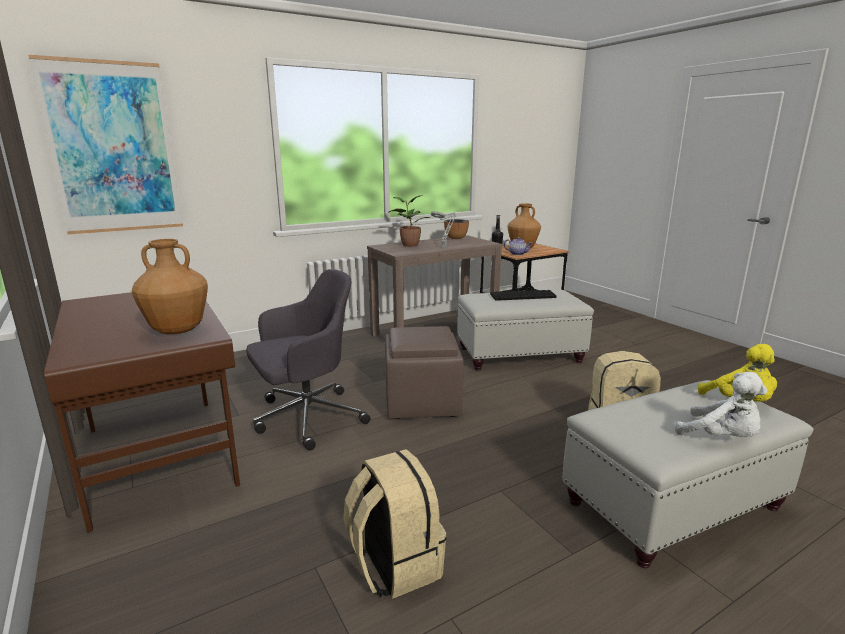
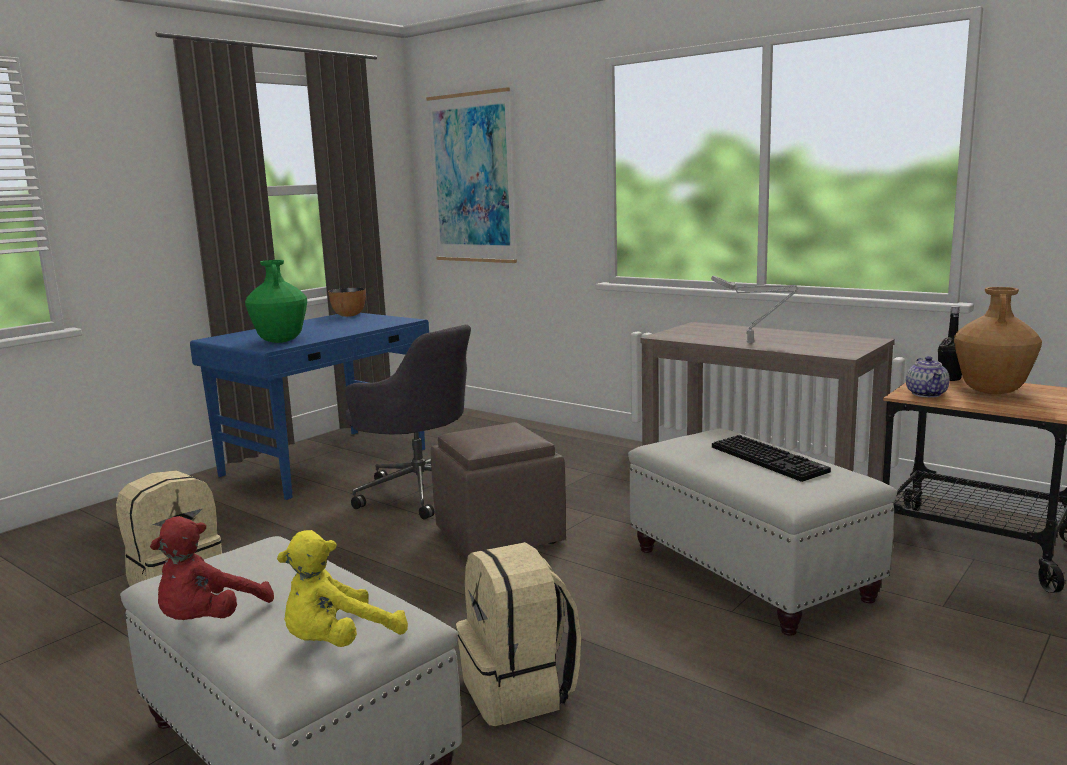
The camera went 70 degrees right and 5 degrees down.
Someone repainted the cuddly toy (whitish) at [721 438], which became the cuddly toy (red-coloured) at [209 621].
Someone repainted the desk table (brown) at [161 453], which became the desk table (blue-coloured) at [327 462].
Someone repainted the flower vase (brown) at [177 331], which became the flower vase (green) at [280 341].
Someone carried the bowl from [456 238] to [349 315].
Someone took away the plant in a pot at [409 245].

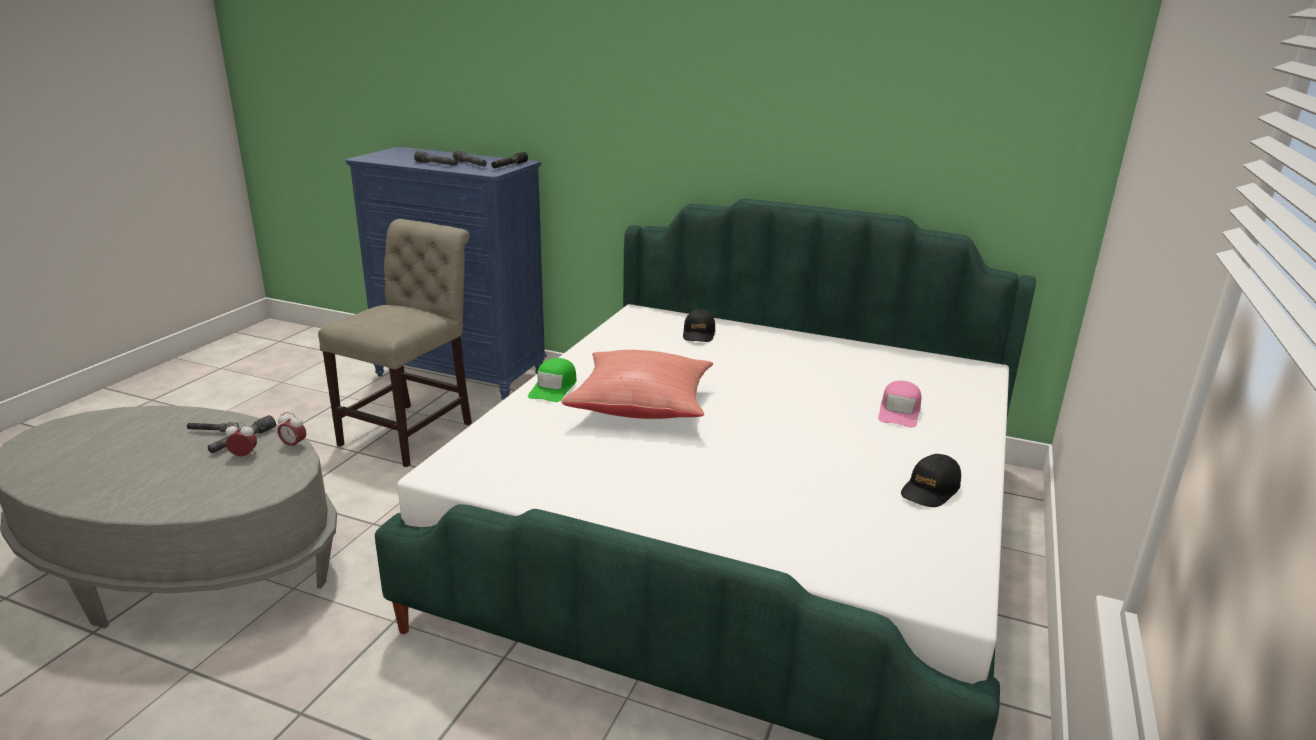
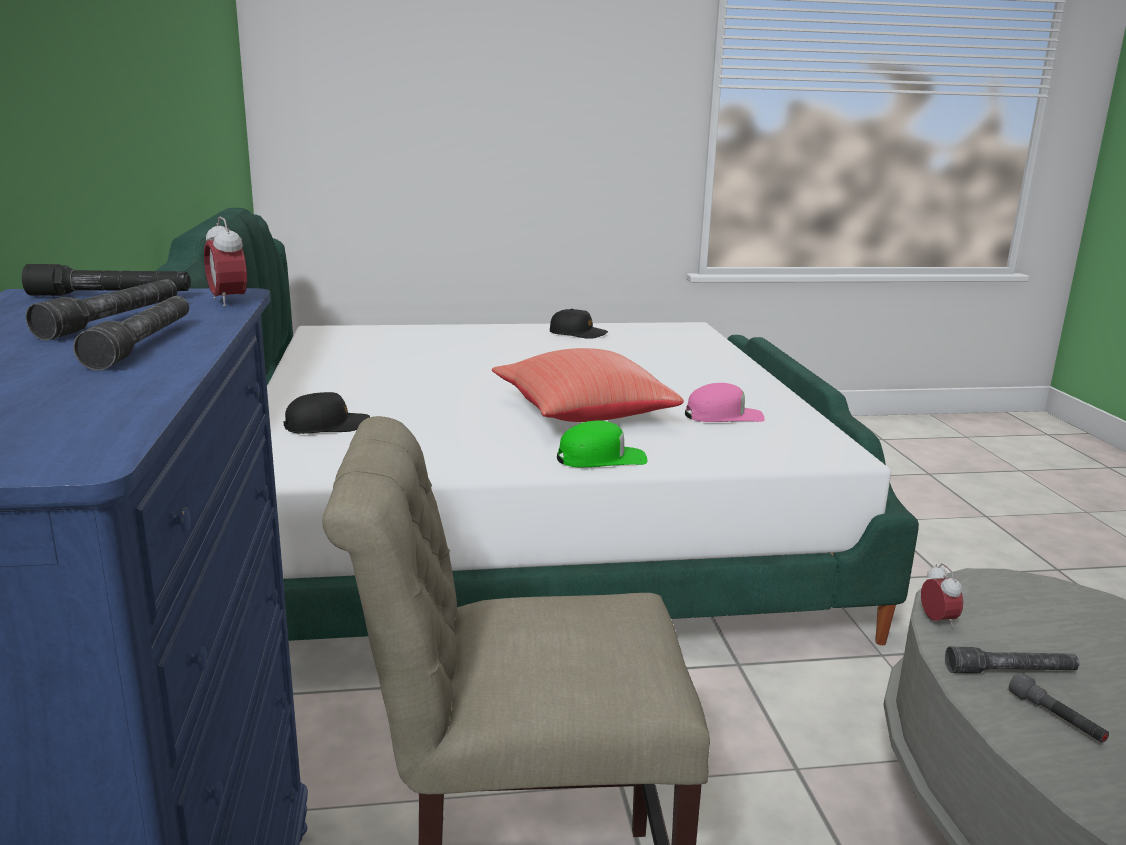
The camera went 120 degrees left and 5 degrees down.
Someone carried the bedside clock from [244 456] to [228 301].
Someone carried the baseball cap (pinkish) from [899 411] to [723 416].

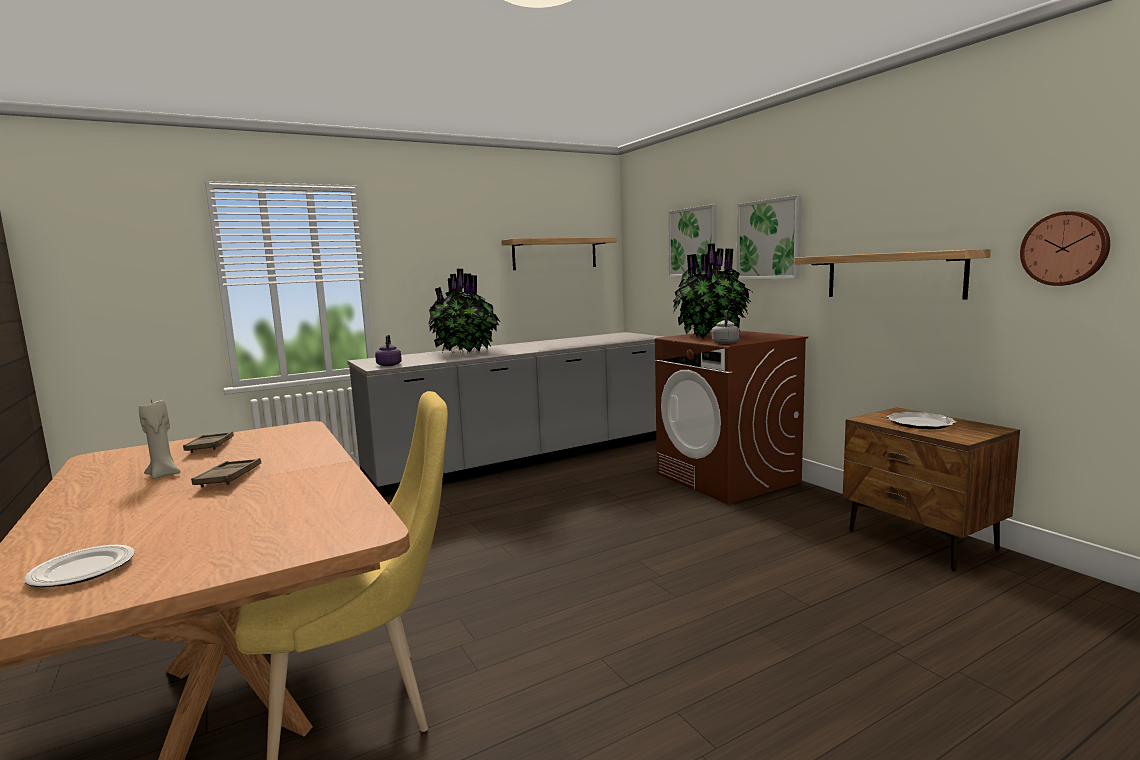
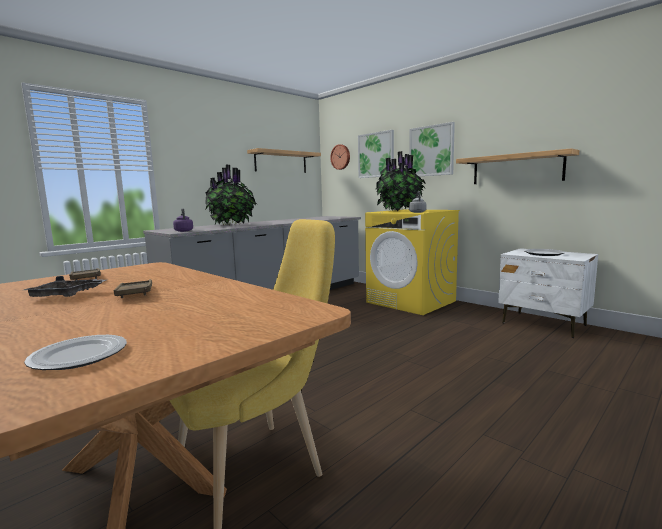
The camera went 15 degrees left and 0 degrees up.
Someone swapped the wax candle (beige) at [164 475] for the tray (grey) at [67 295].
Someone carried the hanging clock from [1065 248] to [341 157].
Someone repainted the washing machine (brown) at [727 478], which became the washing machine (yellow) at [411 302].
Someone repainted the bedside table (brown) at [921 540], which became the bedside table (whitish) at [544 324].

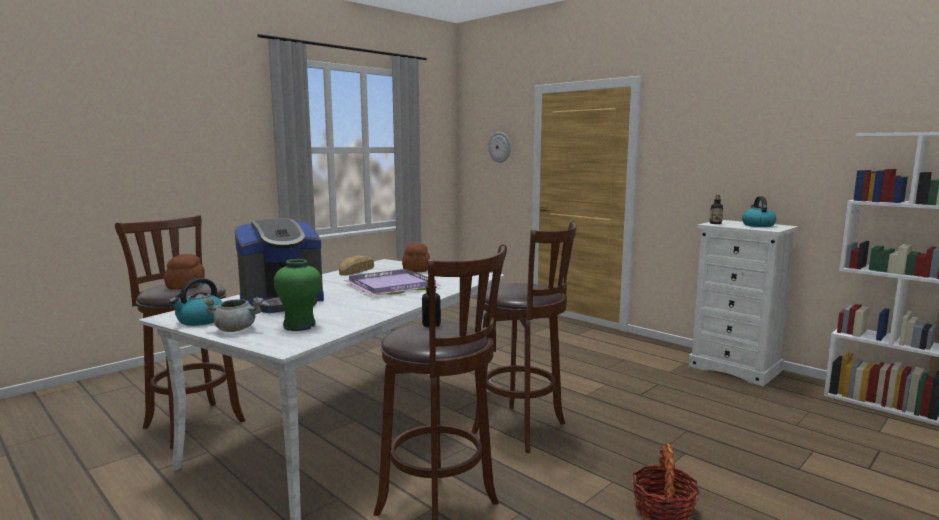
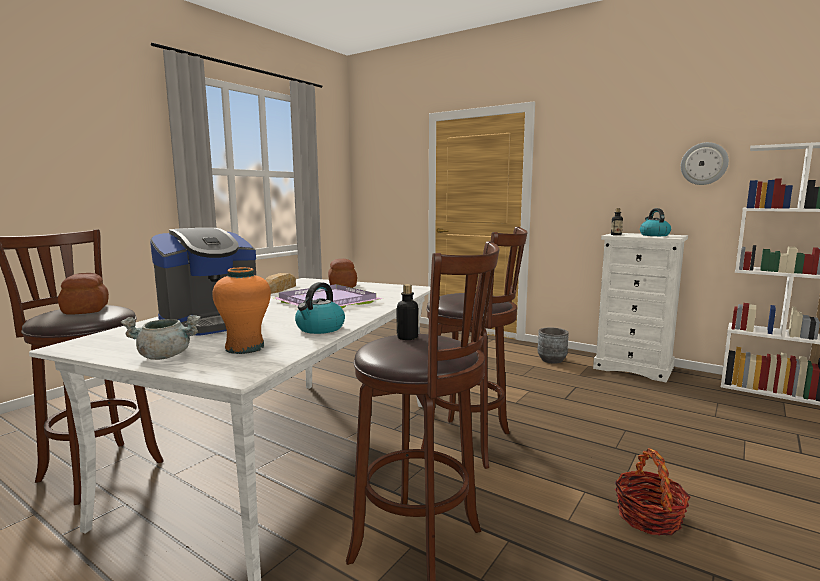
The camera went 10 degrees left and 0 degrees up.
Someone repainted the flower vase (green) at [299 326], which became the flower vase (orange) at [245 347].
Someone carried the kettle from [200 320] to [320 329].
Someone put down the flower pot (grey) at [552 360].
Someone carried the hanging clock from [500 147] to [704 163].

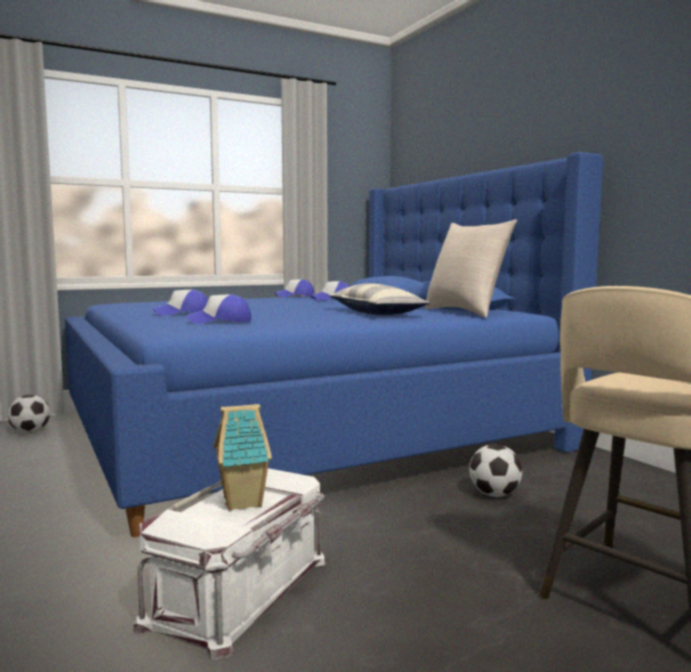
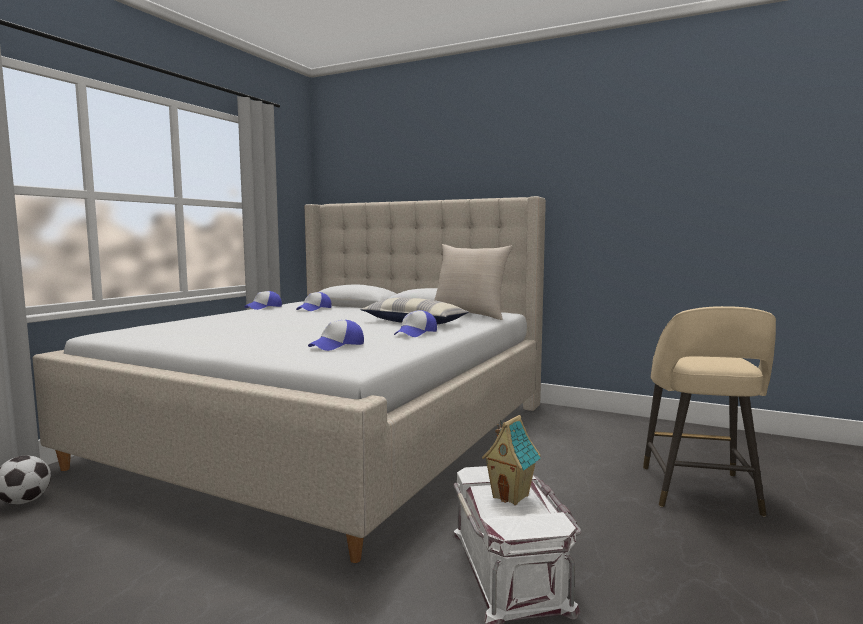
The camera went 35 degrees left and 0 degrees up.
Someone repainted the bedroom bed (blue-coloured) at [308 431], which became the bedroom bed (beige) at [335 432].
Someone carried the baseball cap from [183 313] to [415 333].
Someone took away the football at [494 495].

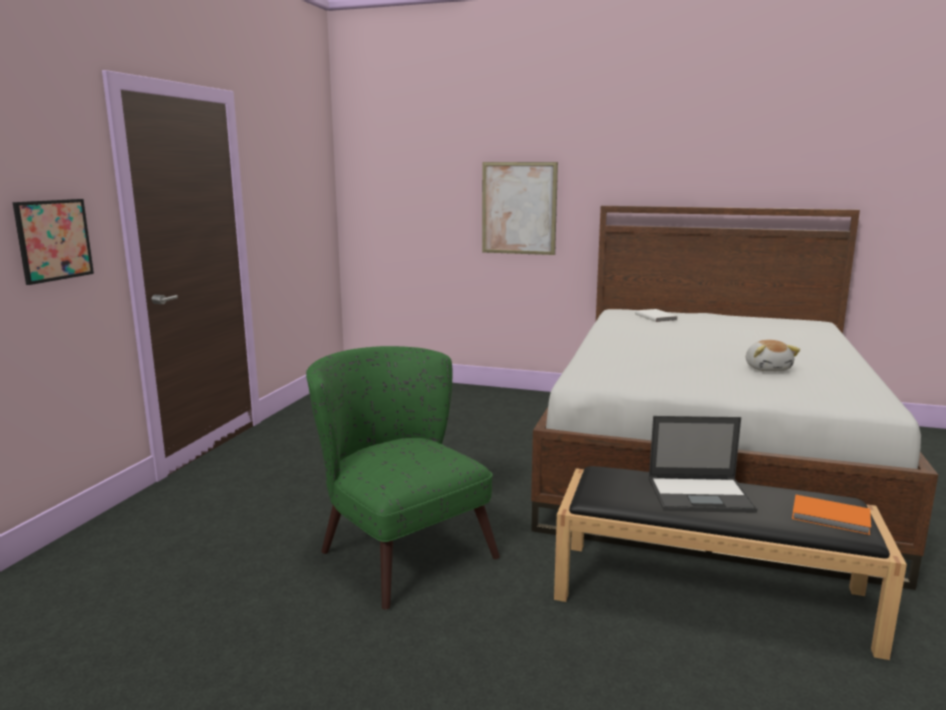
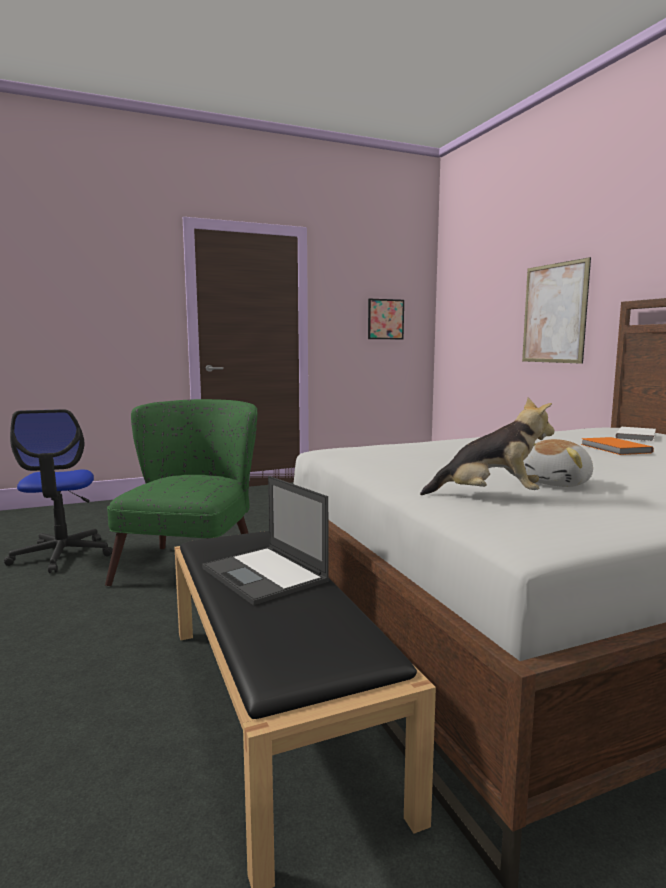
The camera went 50 degrees right and 5 degrees down.
Someone put down the computer chair at [62 555].
Someone carried the picture from [54 240] to [385 319].
Someone put down the cuddly toy at [489 497].
Someone carried the book (orange) from [831 518] to [614 449].

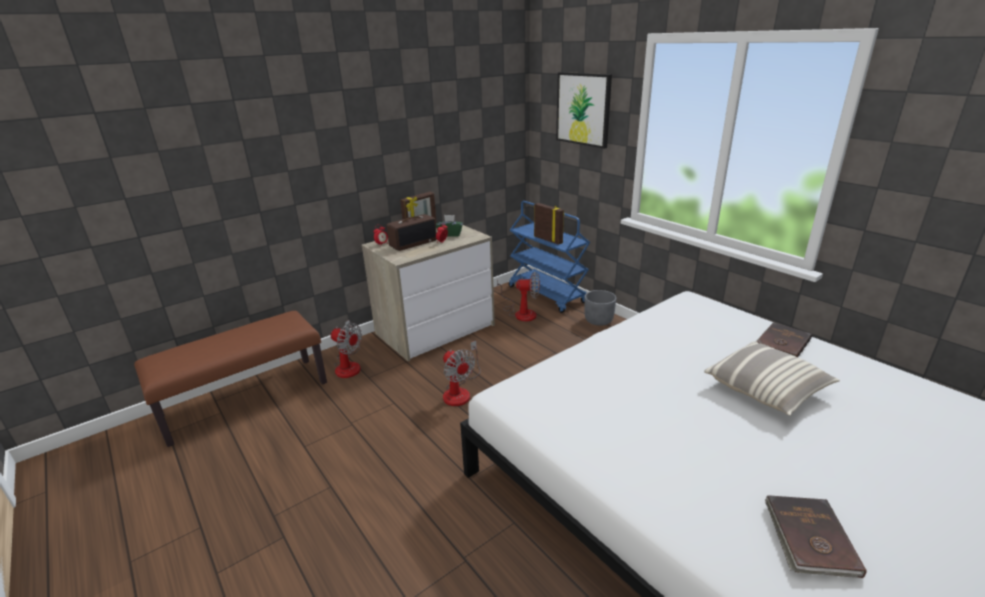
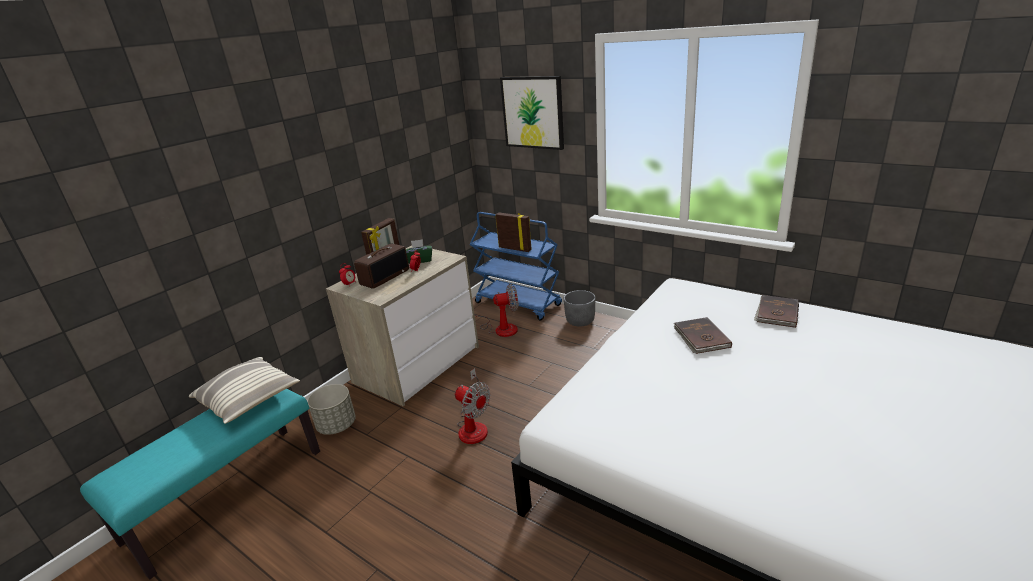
The camera went 15 degrees left and 0 degrees up.
Someone repainted the bench (brown) at [246 398], which became the bench (blue-green) at [227 494].
Someone carried the pillow from [766 389] to [249 400].
Someone swapped the fan at [349 365] for the flower pot (grey) at [337 425].
Someone carried the book (brown) from [809 538] to [701 338].

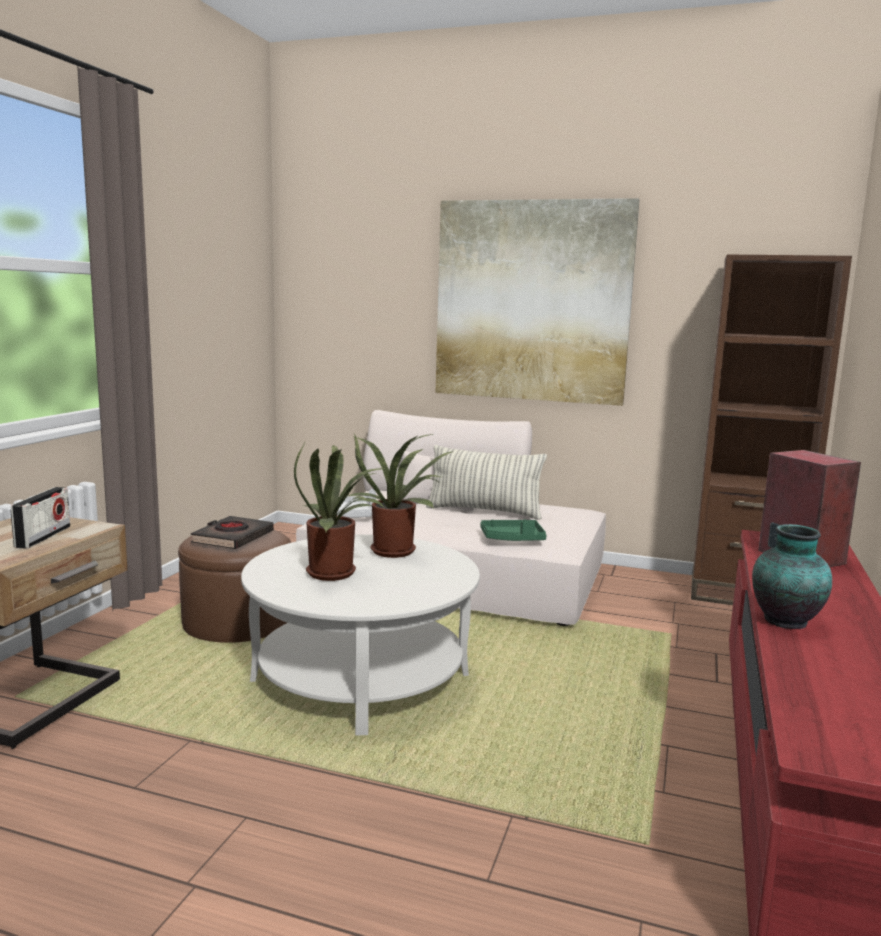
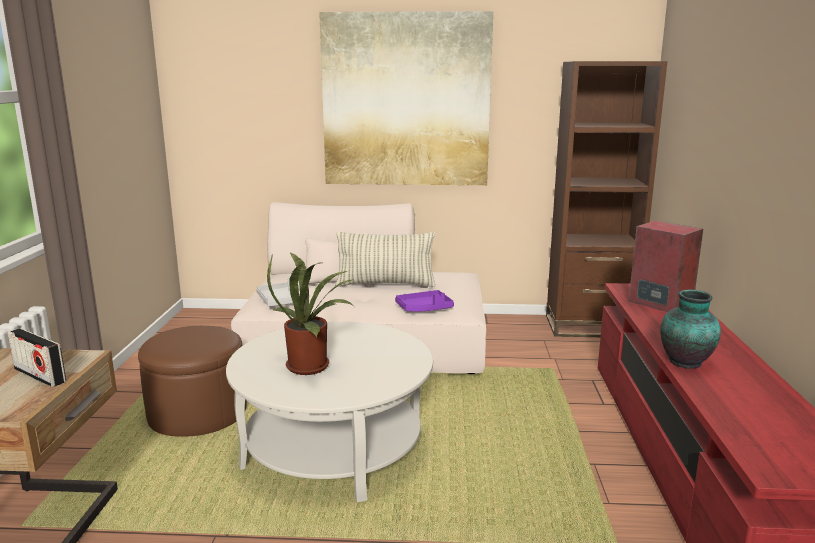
The camera went 15 degrees left and 5 degrees up.
Someone rotated the radio receiver at [43 537] by 135 degrees clockwise.
Someone repainted the tray (green) at [512 539], which became the tray (purple-coloured) at [424 308].
Someone took away the book (black) at [232 538].
Someone took away the plant in a pot at [397 550].

